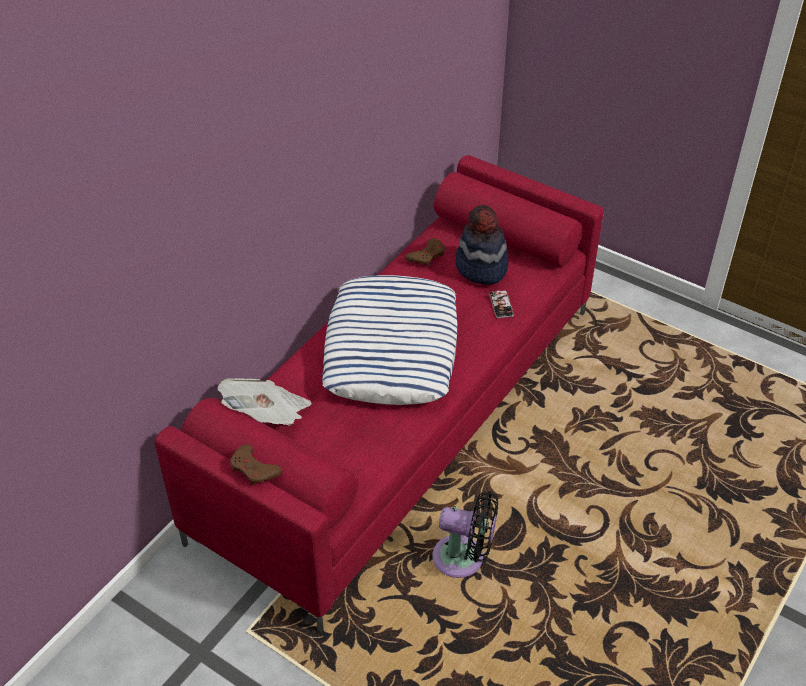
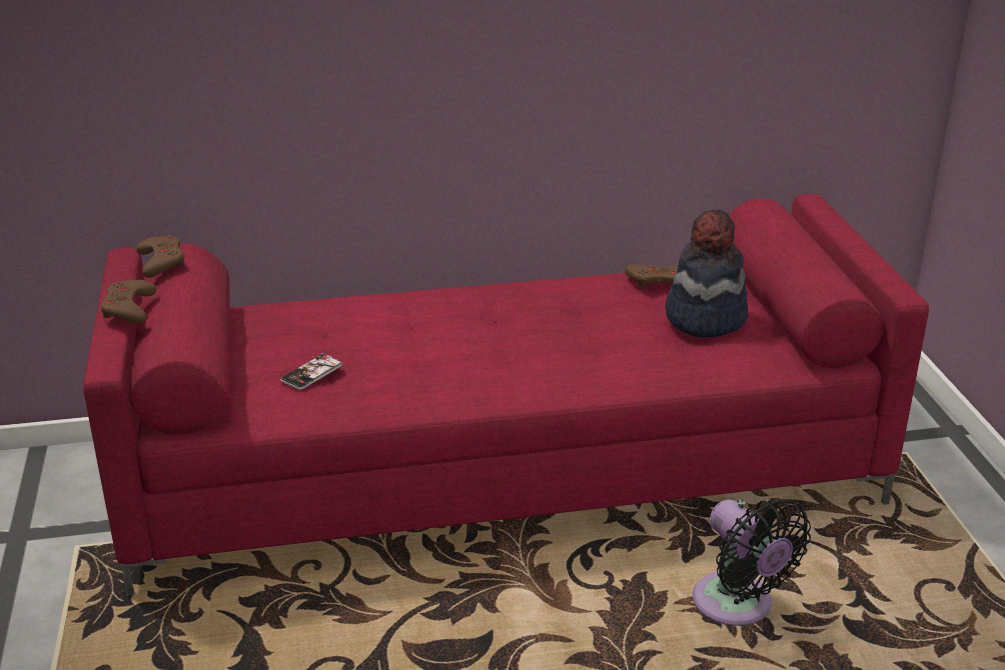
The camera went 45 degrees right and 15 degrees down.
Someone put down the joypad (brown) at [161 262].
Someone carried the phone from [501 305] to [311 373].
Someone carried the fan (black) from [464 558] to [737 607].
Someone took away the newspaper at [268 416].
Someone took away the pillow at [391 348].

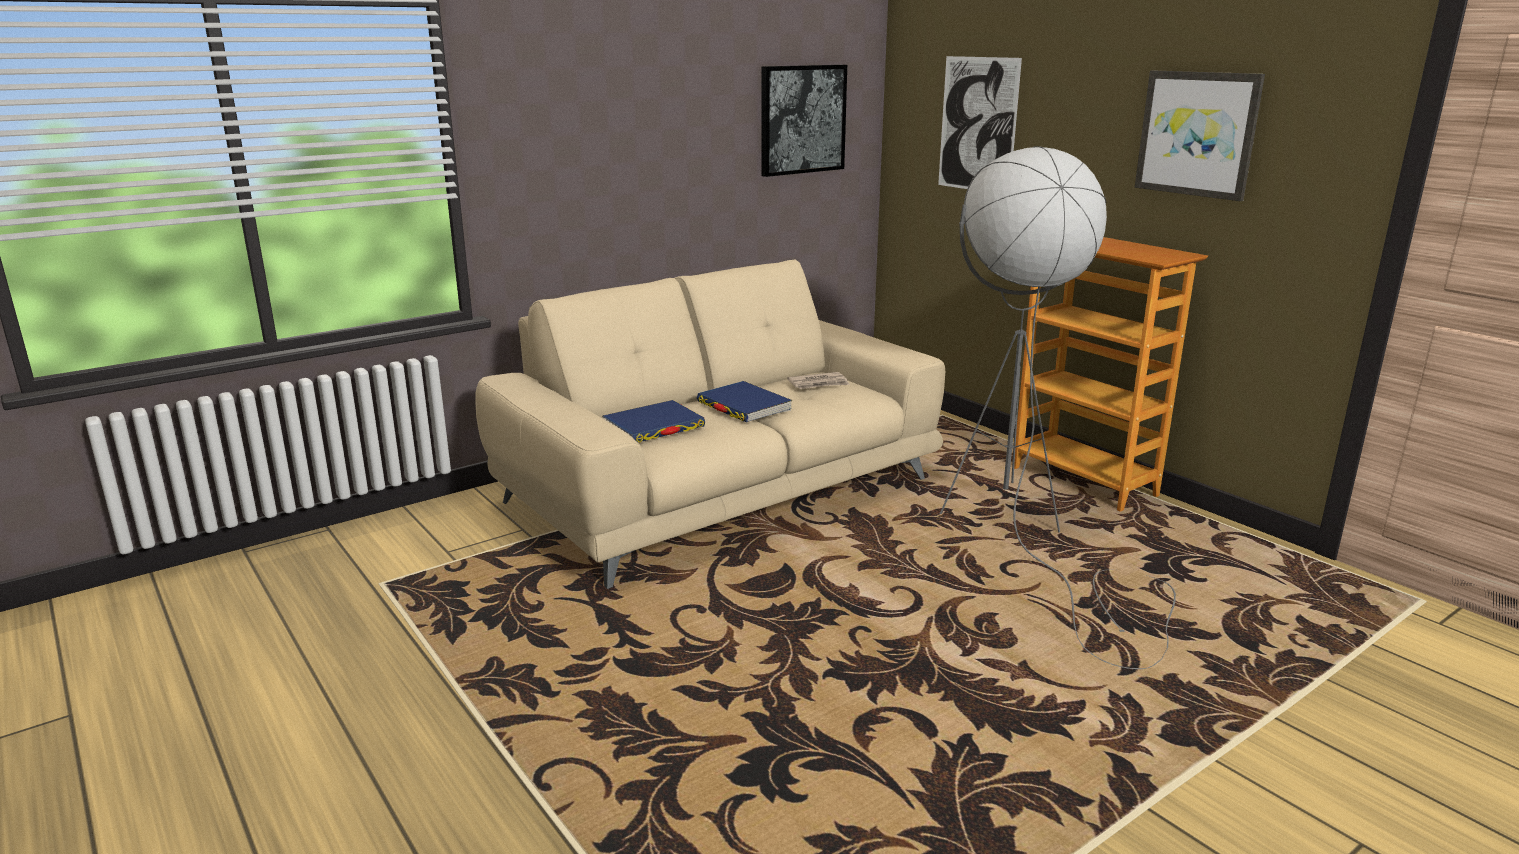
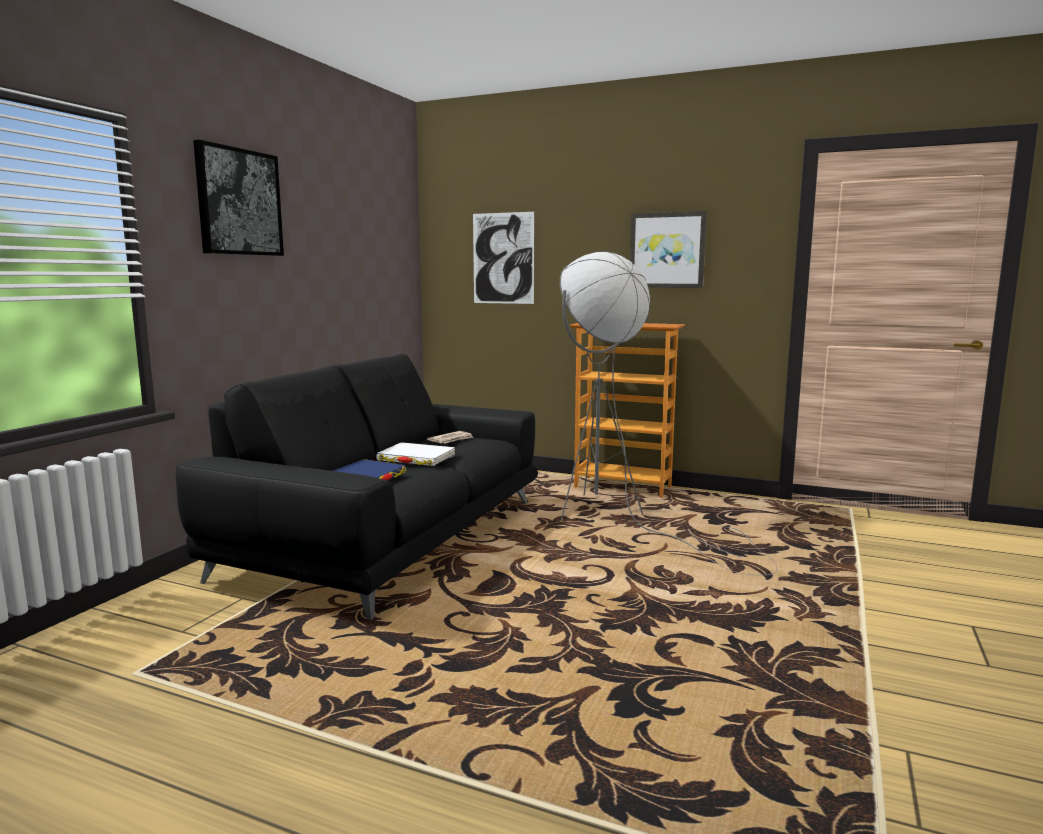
The camera went 30 degrees left and 10 degrees down.
Someone repainted the sofa (beige) at [720 491], which became the sofa (black) at [389 537].
Someone carried the picture from [802 119] to [239 202].
Someone repainted the book (blue-coloured) at [744 406], which became the book (whitish) at [416 458].

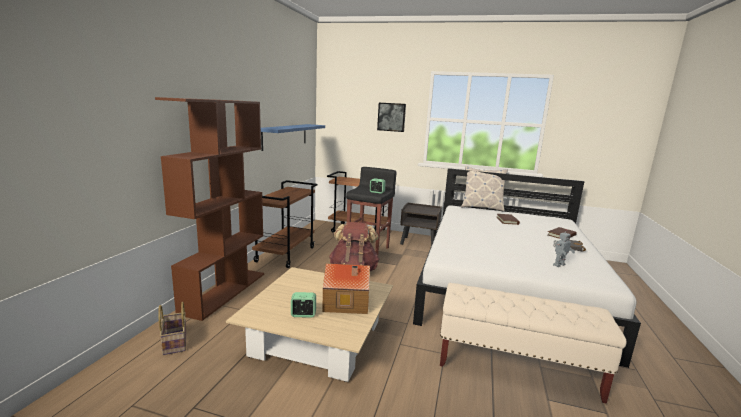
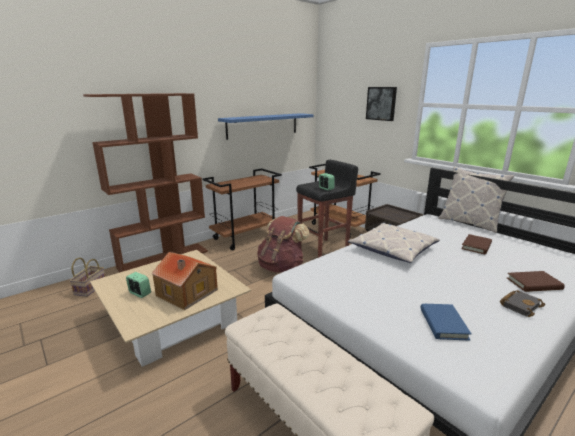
The camera went 35 degrees right and 5 degrees up.
Someone put down the pillow at [393 248].
Someone swapped the model robot at [558 264] for the book (blue-coloured) at [443 324].

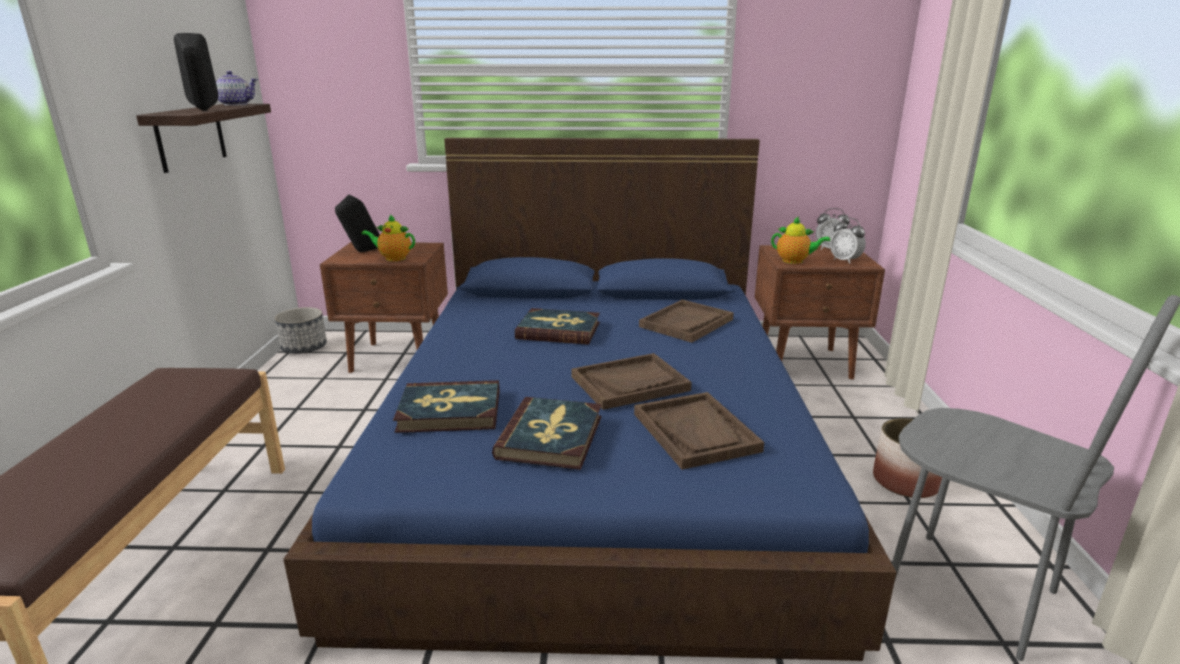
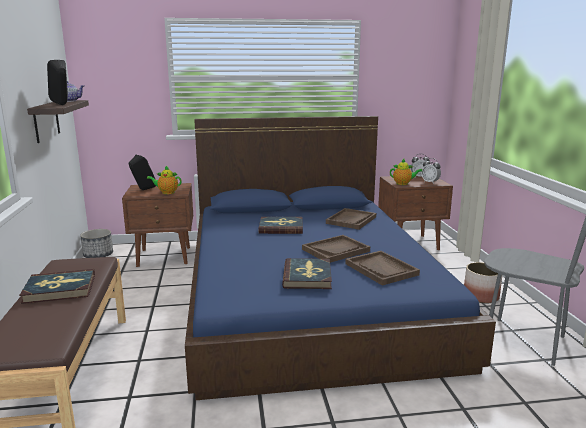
The camera went 10 degrees left and 5 degrees down.
Someone carried the book from [450 411] to [60 289].

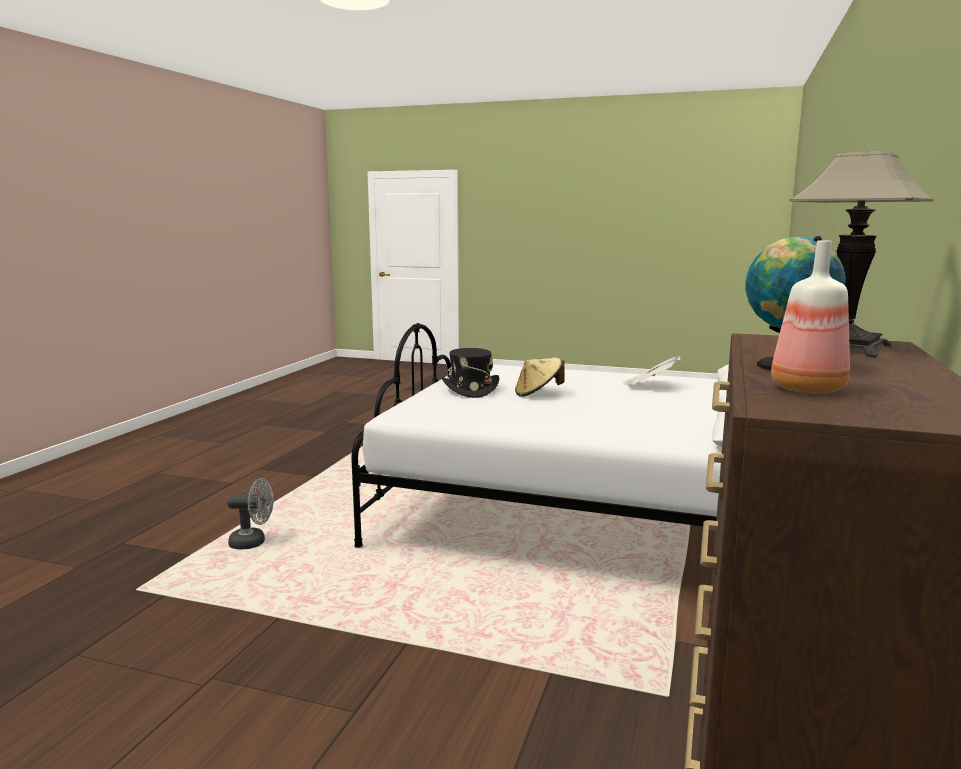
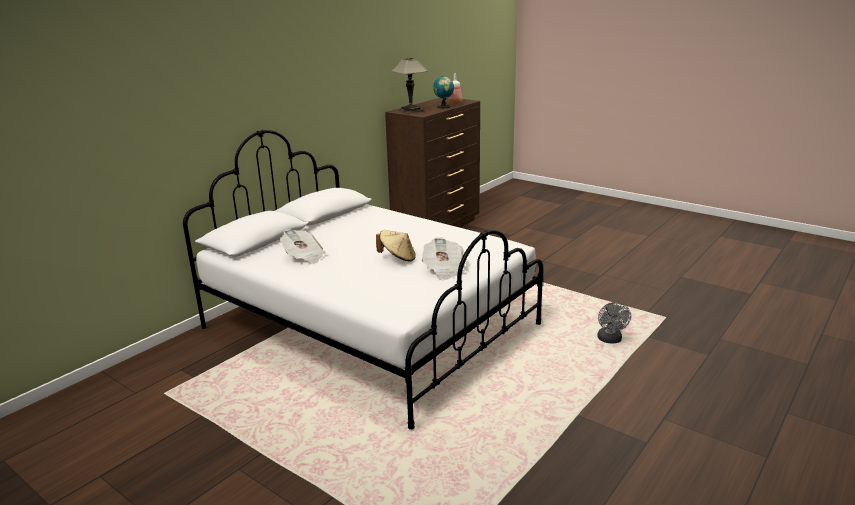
The camera went 160 degrees left and 10 degrees up.
Someone swapped the hat (black) at [470 389] for the newspaper at [444 270].
Someone rotated the fan (grey) at [253 542] by 105 degrees counterclockwise.

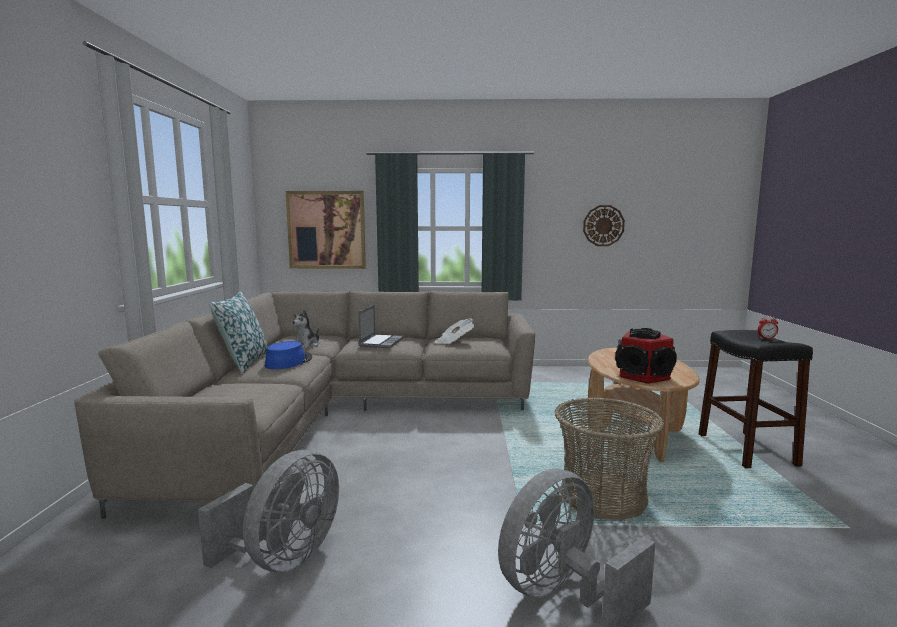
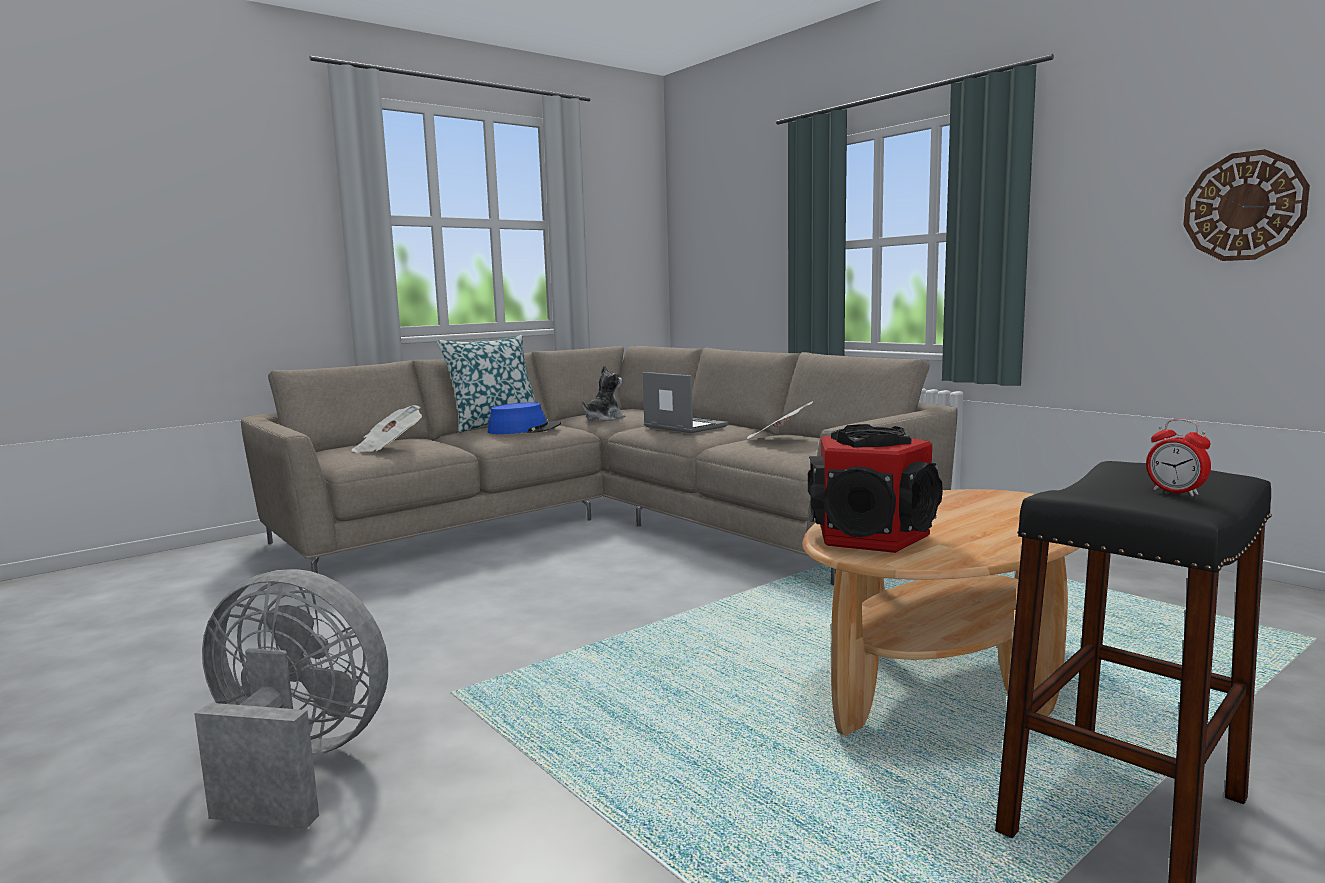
The camera went 50 degrees right and 0 degrees up.
Someone put down the newspaper at [388 448].
Someone rotated the cuddly toy at [307 345] by 150 degrees clockwise.
Someone rotated the laptop at [381 342] by 105 degrees counterclockwise.
Someone took away the fan (grey) at [283 559].
Someone took away the picture at [326 230].
Someone took away the basket at [603 497].

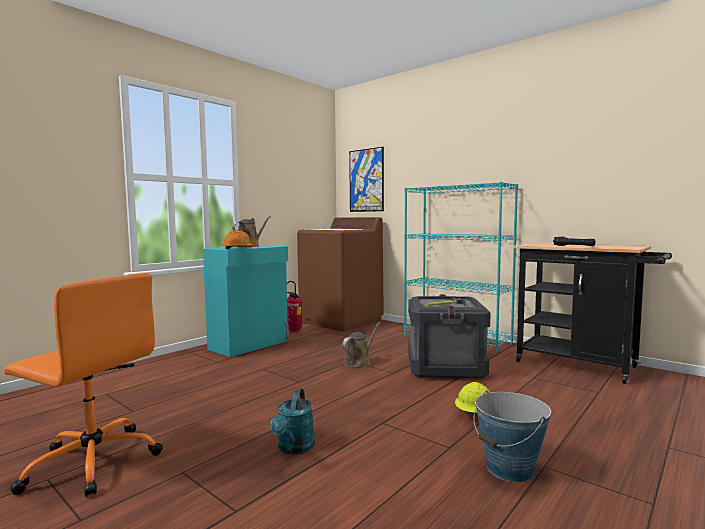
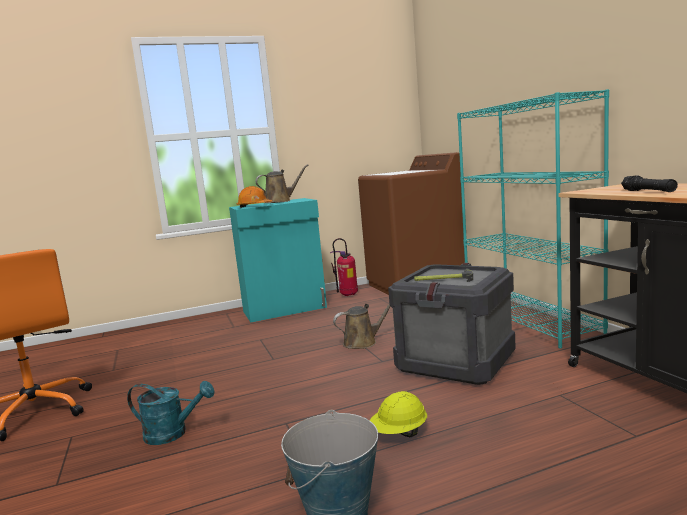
The camera went 30 degrees right and 5 degrees up.
Someone rotated the watering pot (blue-green) at [294 448] by 120 degrees counterclockwise.
Someone took away the picture at [366 180].

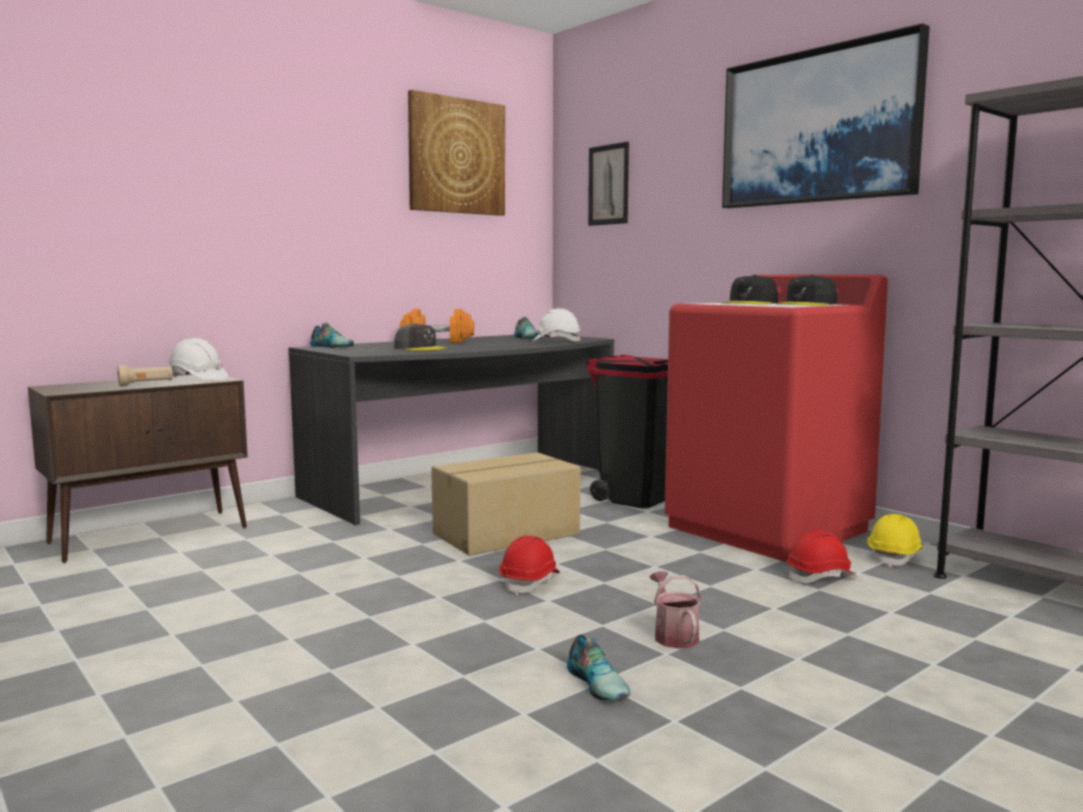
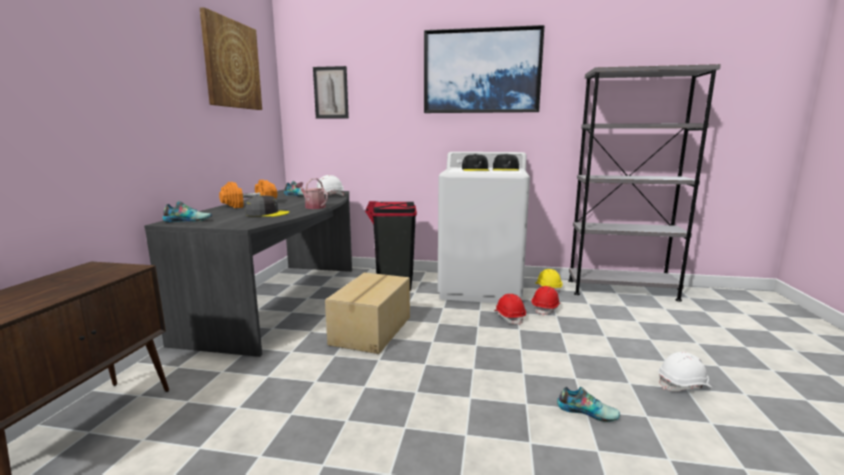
The camera went 40 degrees left and 5 degrees up.
Someone carried the watering pot from [673 635] to [313 207].
Someone repainted the washing machine (red-coloured) at [768 529], which became the washing machine (whitish) at [481 287].
Someone carried the hard hat (red-coloured) from [530 582] to [509 317].
Someone carried the hard hat (whitish) from [197 379] to [684 385].
Someone took away the hand torch (beige) at [146 384].

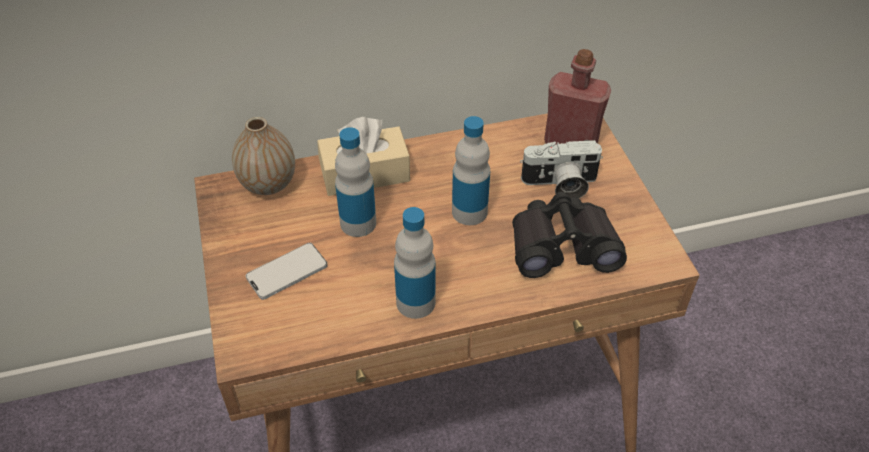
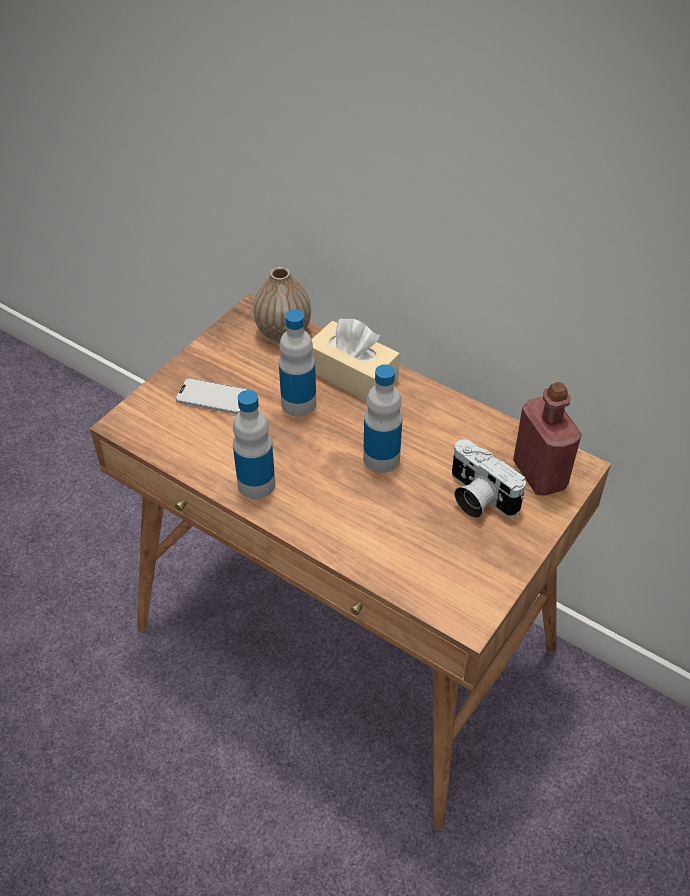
The camera went 50 degrees right and 0 degrees up.
Someone took away the pair of binoculars (black) at [562 246].

